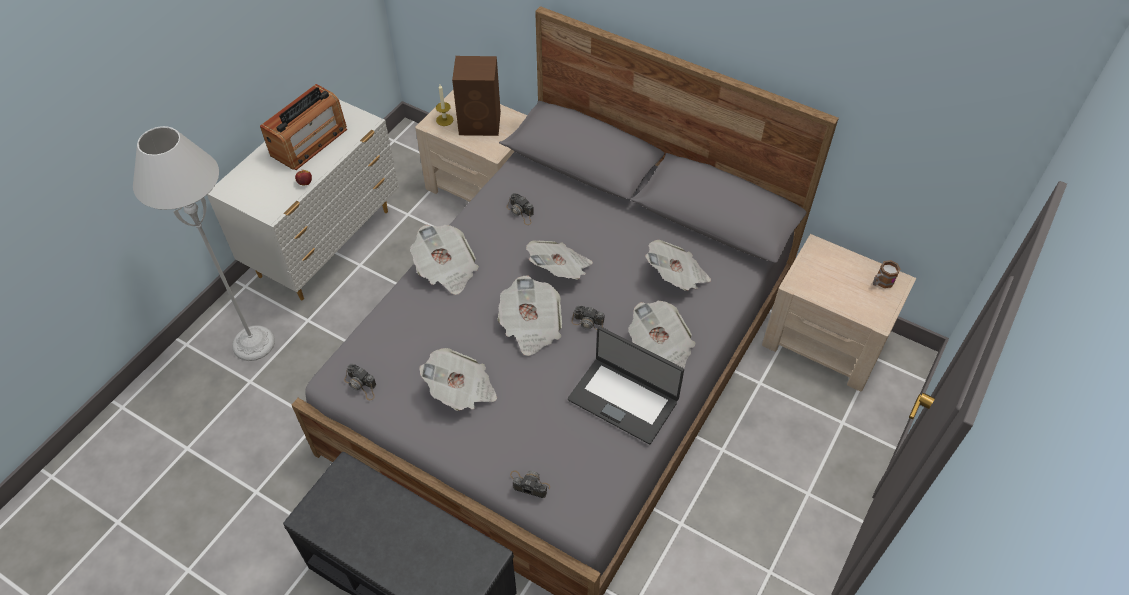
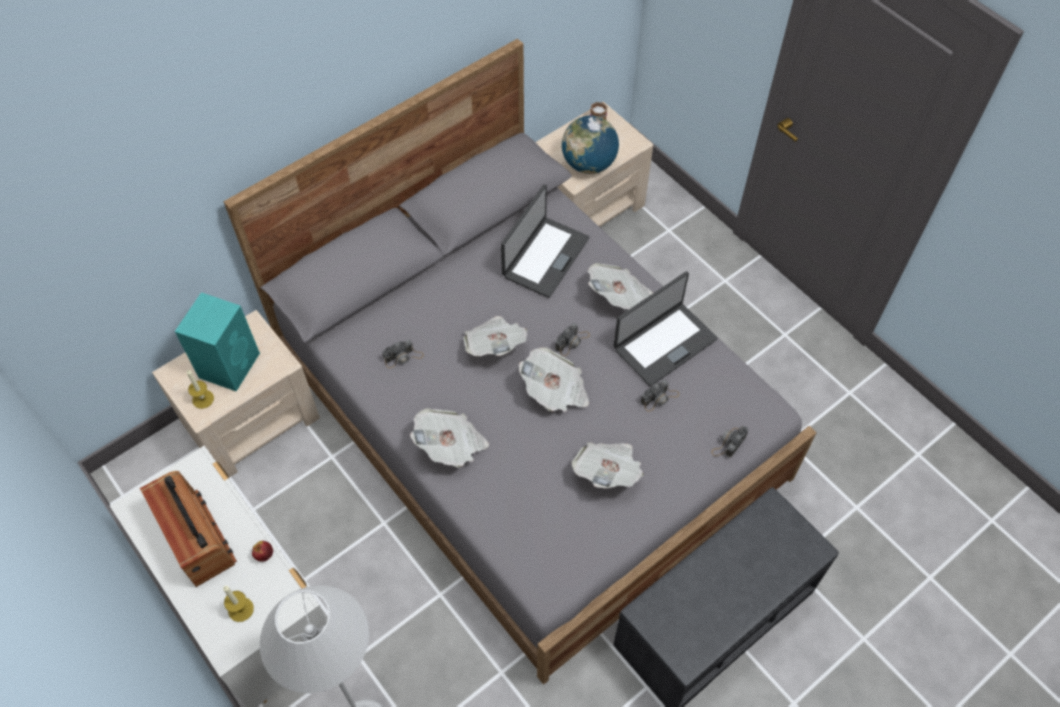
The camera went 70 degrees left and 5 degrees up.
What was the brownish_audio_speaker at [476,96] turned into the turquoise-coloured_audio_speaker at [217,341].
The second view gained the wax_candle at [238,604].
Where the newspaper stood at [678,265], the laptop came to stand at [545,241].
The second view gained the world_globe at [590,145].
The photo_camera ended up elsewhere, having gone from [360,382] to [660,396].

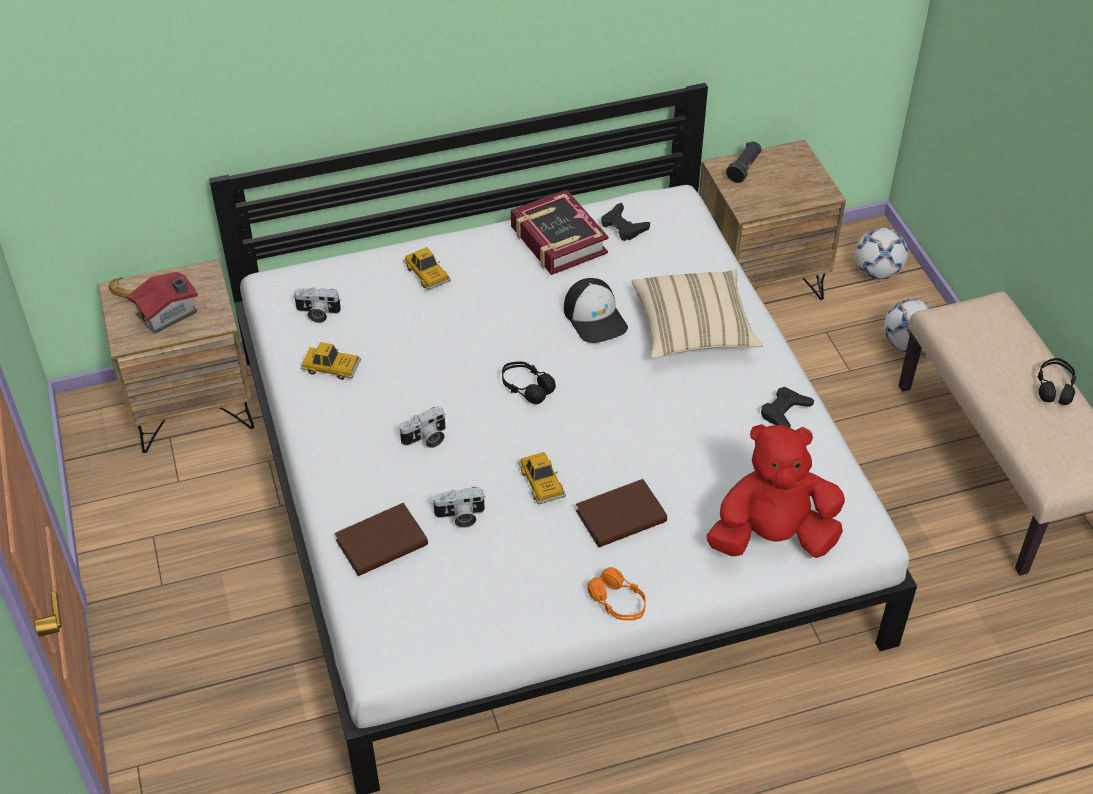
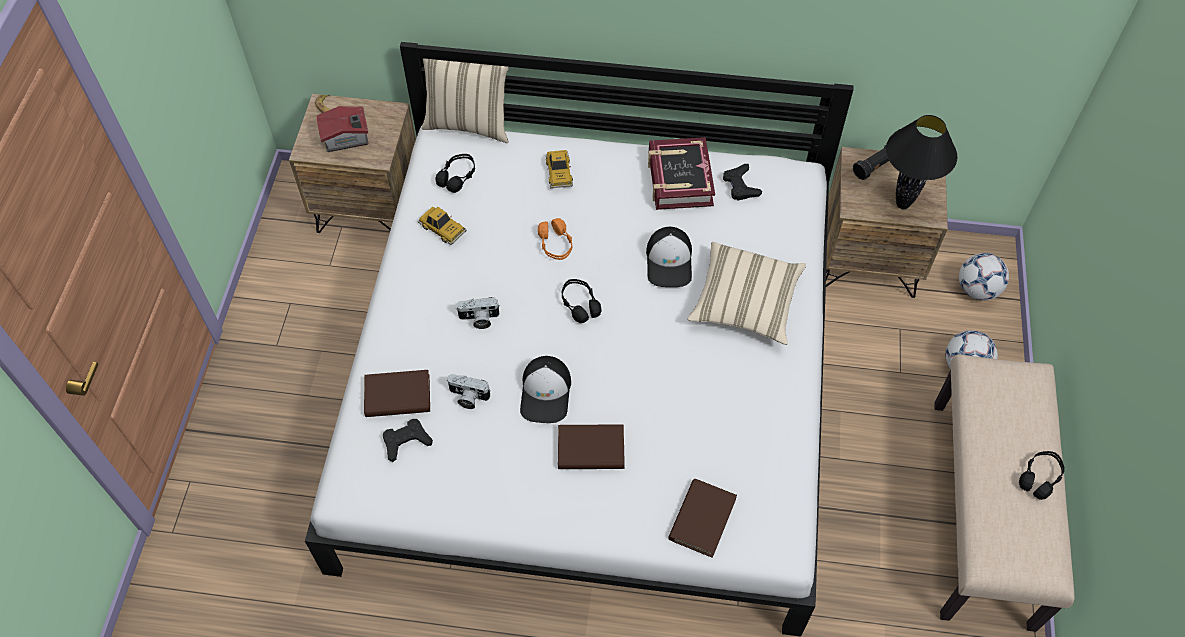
The camera went 25 degrees right and 10 degrees up.
The black_joypad ended up elsewhere, having gone from [787,407] to [408,440].
The second view gained the sand-coloured_cushion at [465,100].
Where the photo_camera stood at [317,305], the black_headset came to stand at [455,173].
Where the miniature_car stood at [542,478], the baseball_cap came to stand at [545,389].
The orangey_headset ended up elsewhere, having gone from [616,594] to [555,239].
Where the red-coloured_plush_toy stood at [775,491], the brownish_book came to stand at [702,518].
The second view gained the black_tabletop_lamp at [922,162].

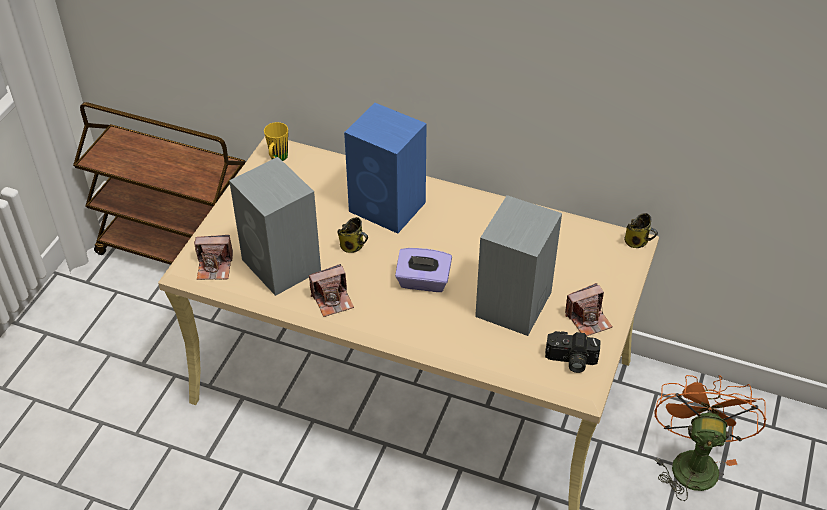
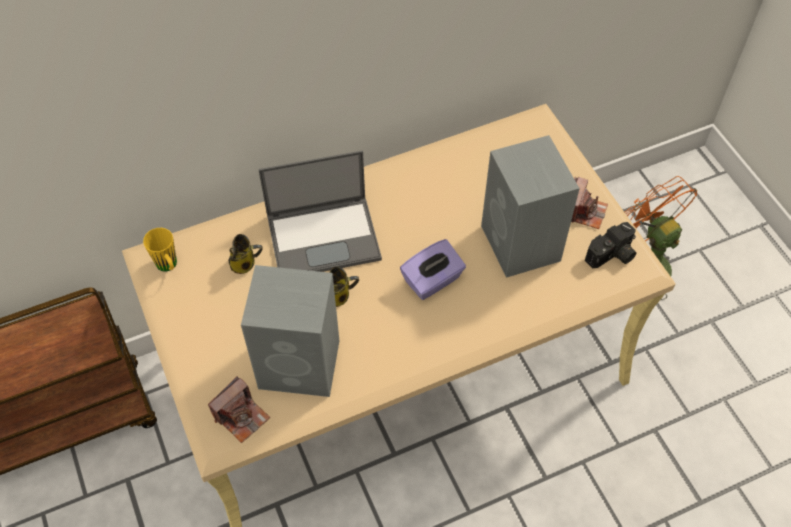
The camera went 45 degrees left and 10 degrees up.
The mug ended up elsewhere, having gone from [641,230] to [245,254].
Where the blue-coloured_audio_speaker stood at [385,168], the laptop came to stand at [320,211].
The second view lost the photo_camera at [331,290].

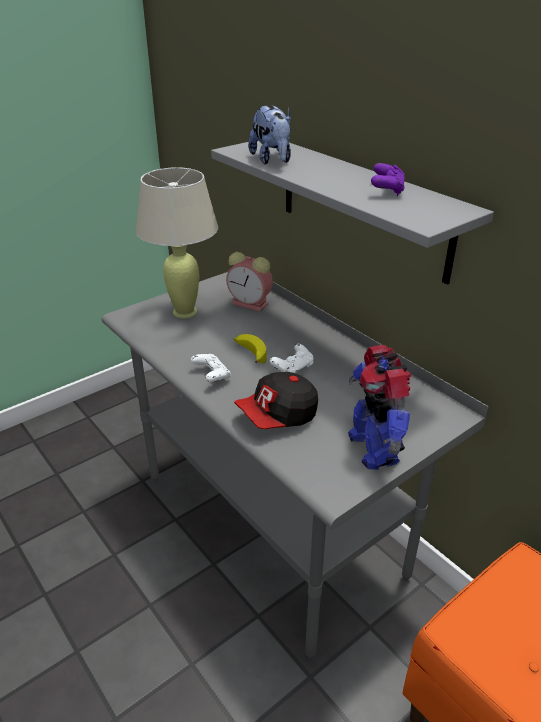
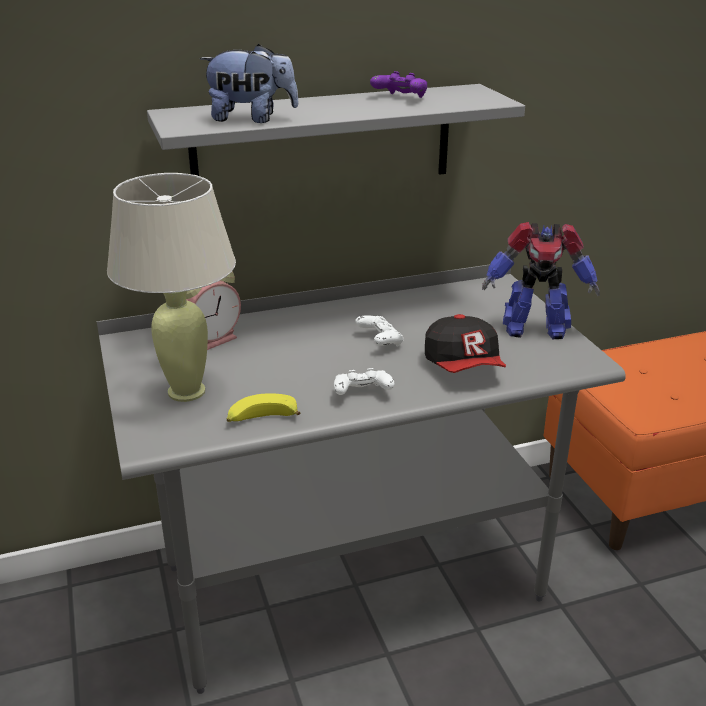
The camera went 70 degrees left and 5 degrees down.
The banana ended up elsewhere, having gone from [250,348] to [263,407].

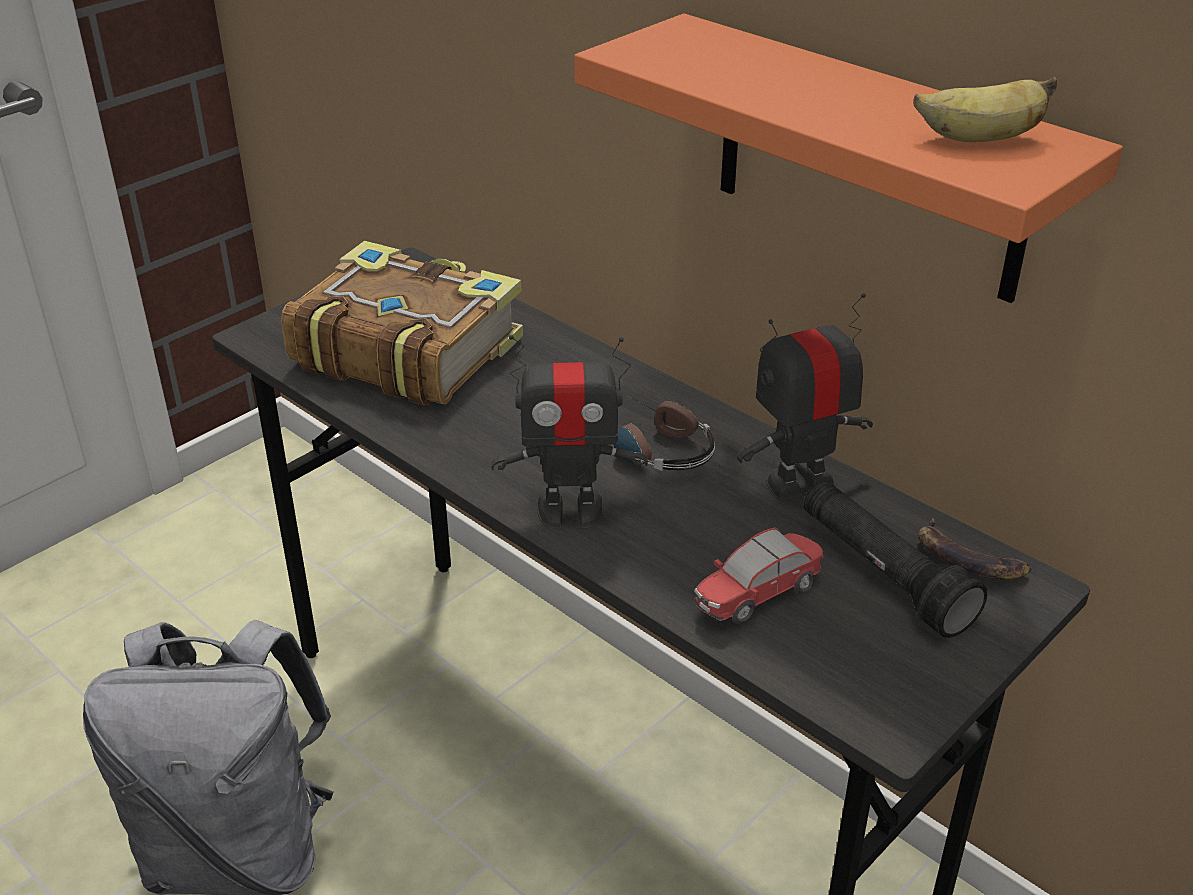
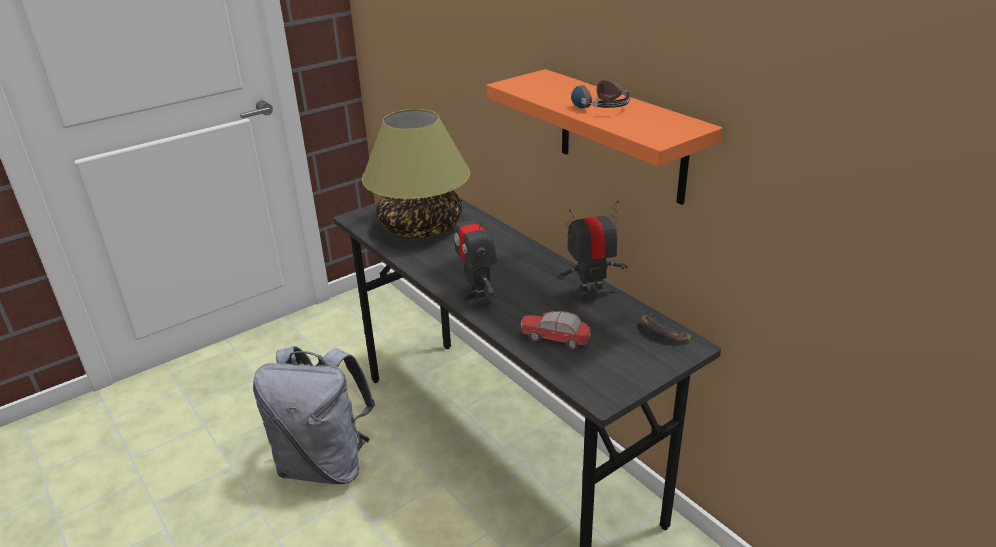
The camera went 10 degrees right and 5 degrees down.
Where the book stood at [402,323], the tabletop_lamp came to stand at [416,173].
The robot_figure at [569,432] ended up facing another way, 60 degrees clockwise from before.
The miniature_car at [759,575] ended up facing another way, 45 degrees clockwise from before.
The headset ended up elsewhere, having gone from [664,433] to [600,93].
The second view lost the black_torch at [896,559].
The second view lost the banana at [985,109].

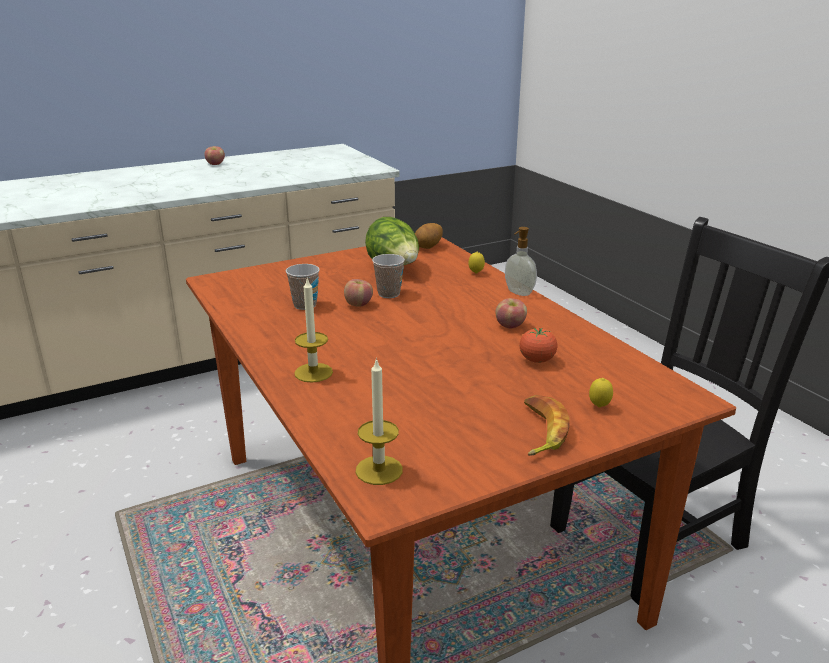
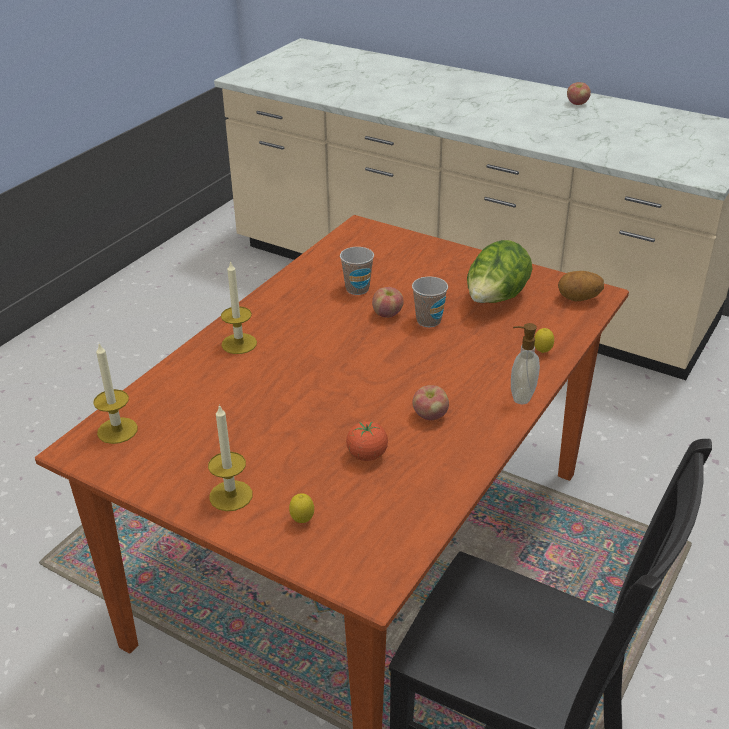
The camera went 60 degrees right and 10 degrees up.
Where the banana stood at [547,425], the wax_candle came to stand at [230,457].

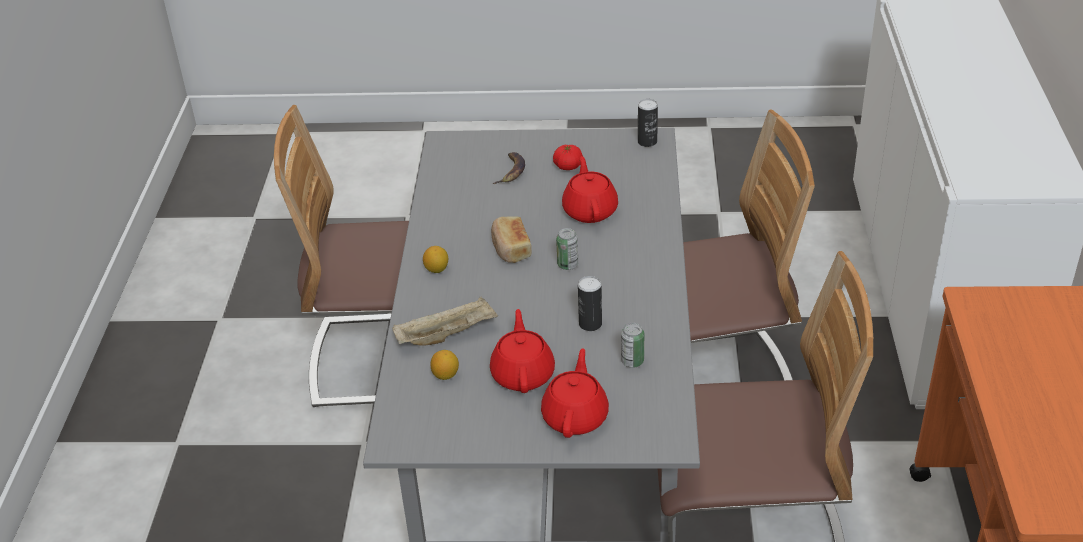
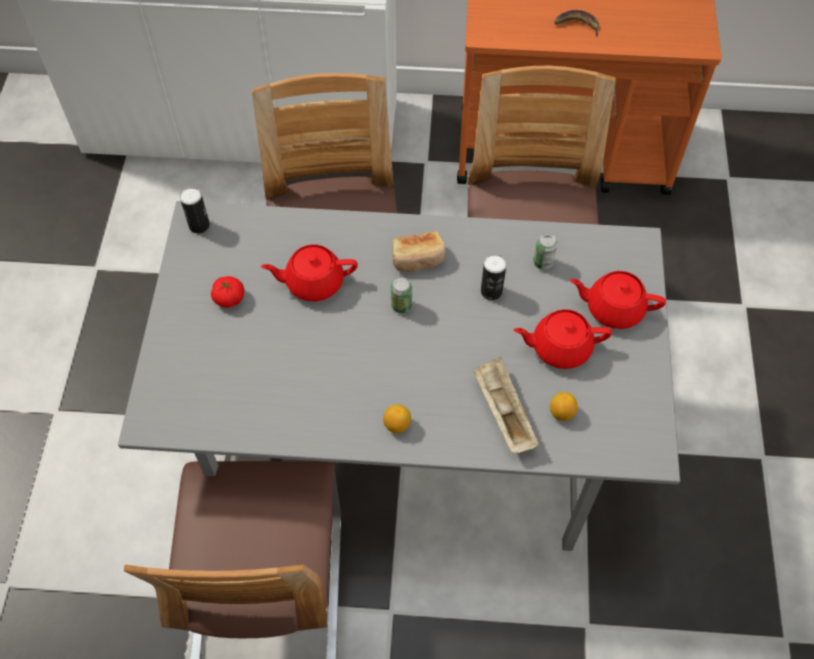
The camera went 90 degrees left and 20 degrees up.
The bread ended up elsewhere, having gone from [511,239] to [419,251].
The banana ended up elsewhere, having gone from [508,168] to [576,23].

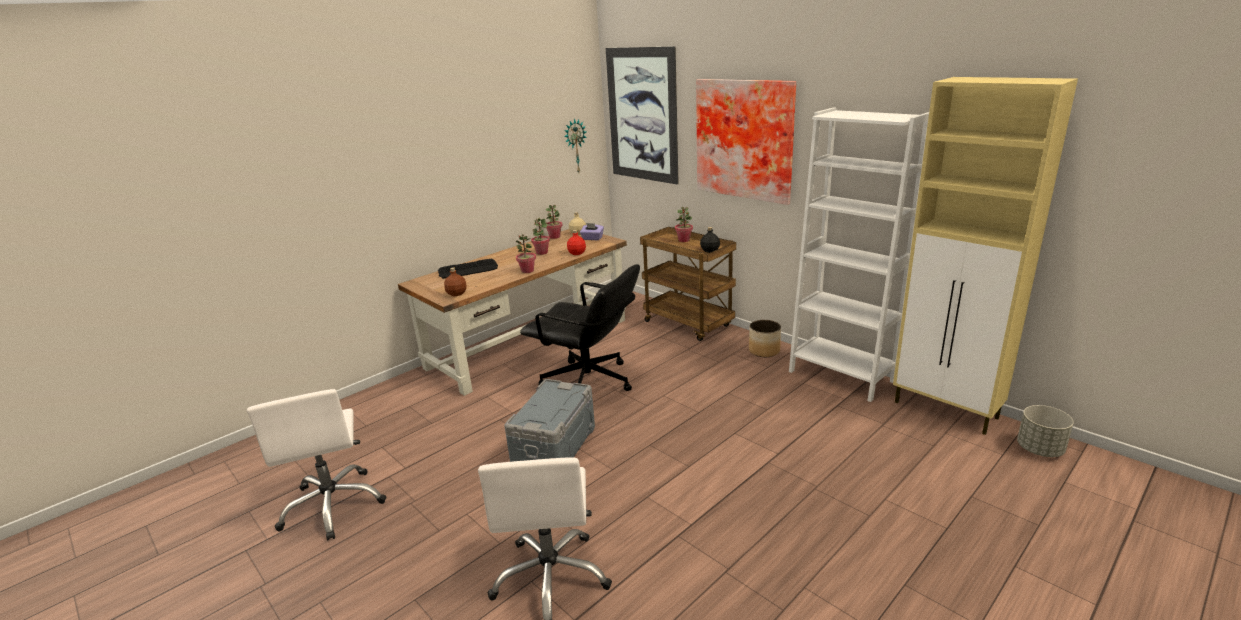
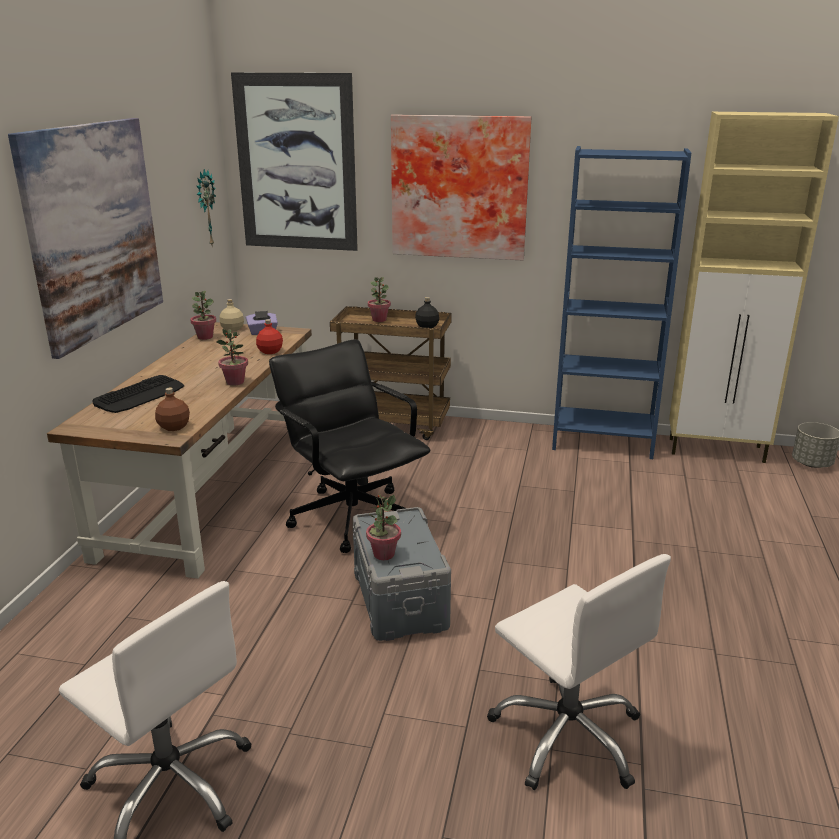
The camera went 35 degrees left and 0 degrees up.
The second view gained the wall_art at [85,238].
The black_desk_chair at [580,327] ended up facing another way, 120 degrees counterclockwise from before.
The potted_plant ended up elsewhere, having gone from [540,236] to [383,527].
What was the white_shelving_unit at [859,255] turned into the blue-coloured_shelving_unit at [621,302].
The second view lost the plant_pot at [765,338].

